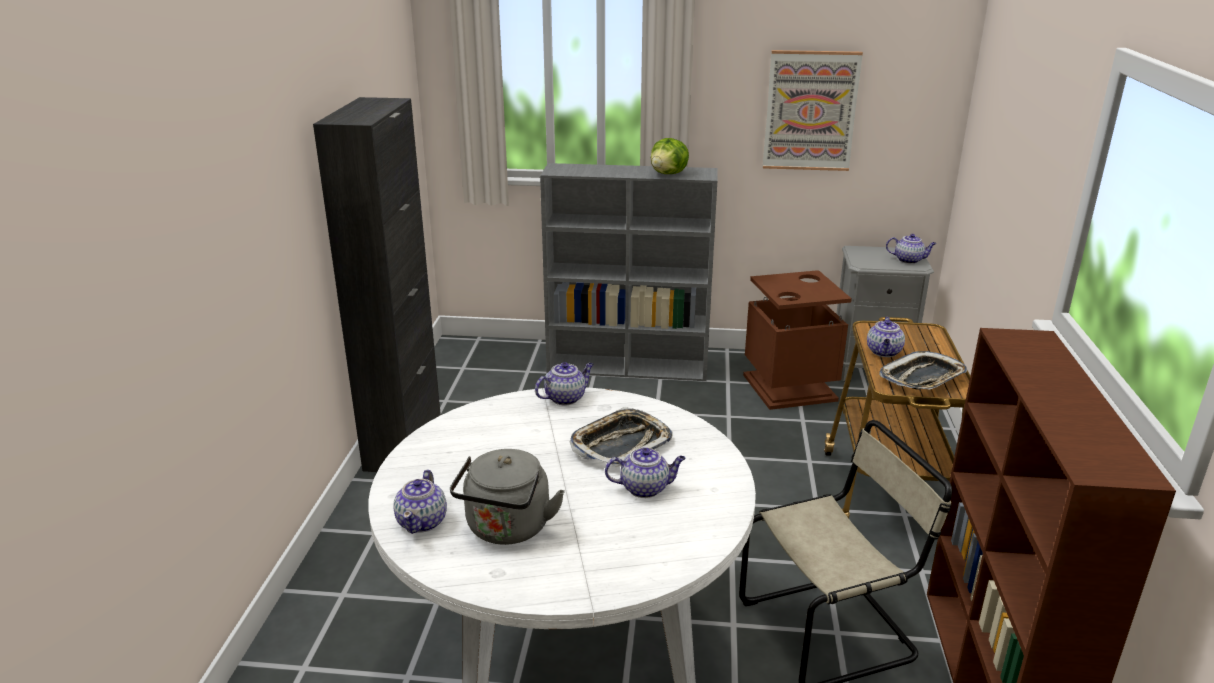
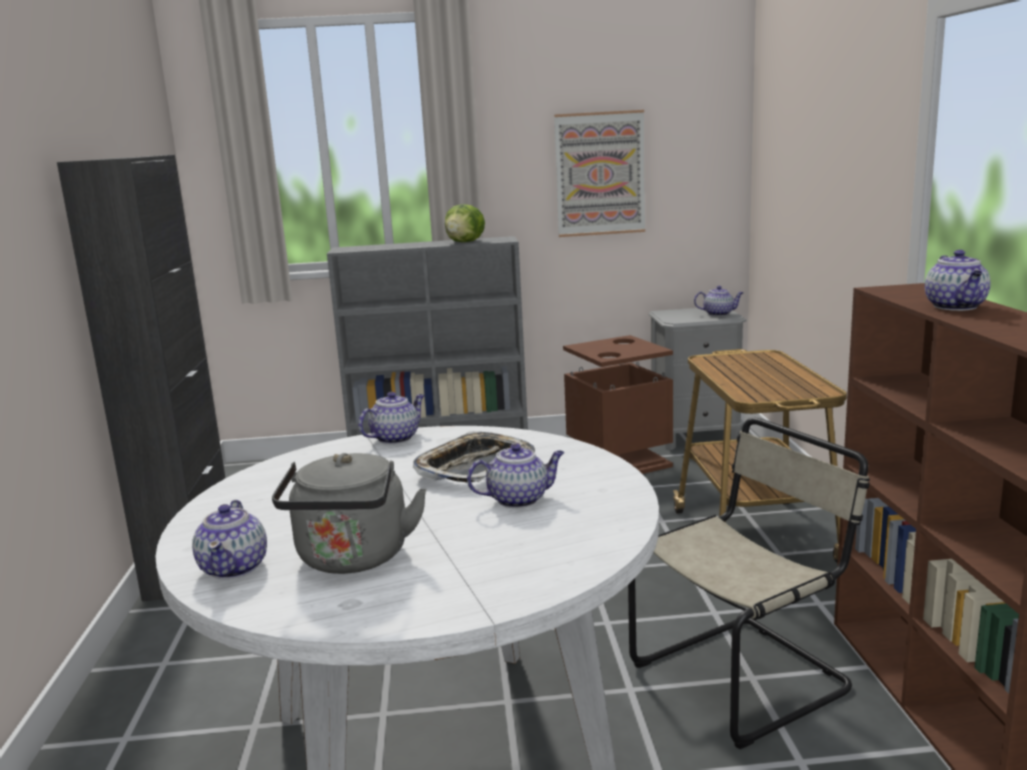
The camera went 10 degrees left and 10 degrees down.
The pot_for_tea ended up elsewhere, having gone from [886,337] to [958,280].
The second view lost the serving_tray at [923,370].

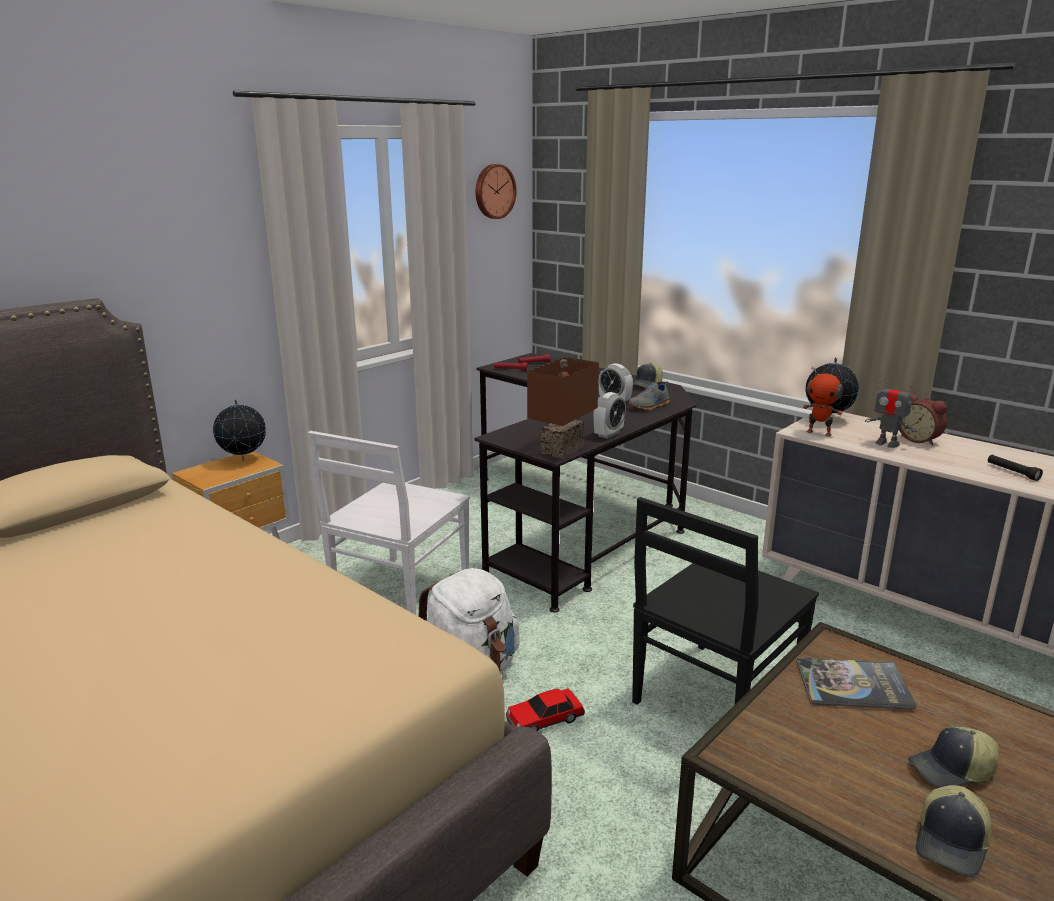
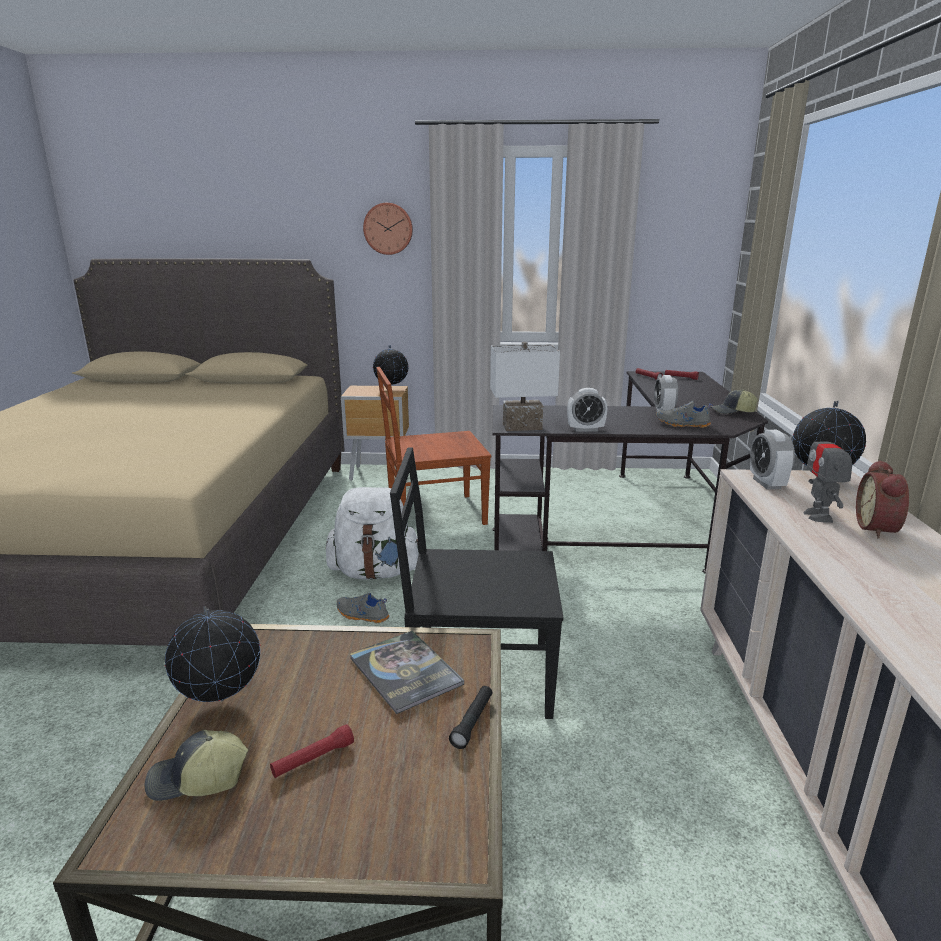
The camera went 50 degrees right and 0 degrees up.
The second view gained the world_globe at [212,654].
Where the baseball_cap stood at [953,757], the red-coloured_torch came to stand at [312,751].
Where the miniature_car stood at [545,710], the grey_shoe came to stand at [363,608].
The hanging_clock ended up elsewhere, having gone from [496,191] to [388,229].
What was the white_chair at [389,523] turned into the brownish_chair at [433,446].
The black_torch ended up elsewhere, having gone from [1015,468] to [470,717].
What was the brownish_tabletop_lamp at [563,408] turned into the white_tabletop_lamp at [525,386].
Where the robot_figure stood at [823,401], the table_clock came to stand at [772,460].

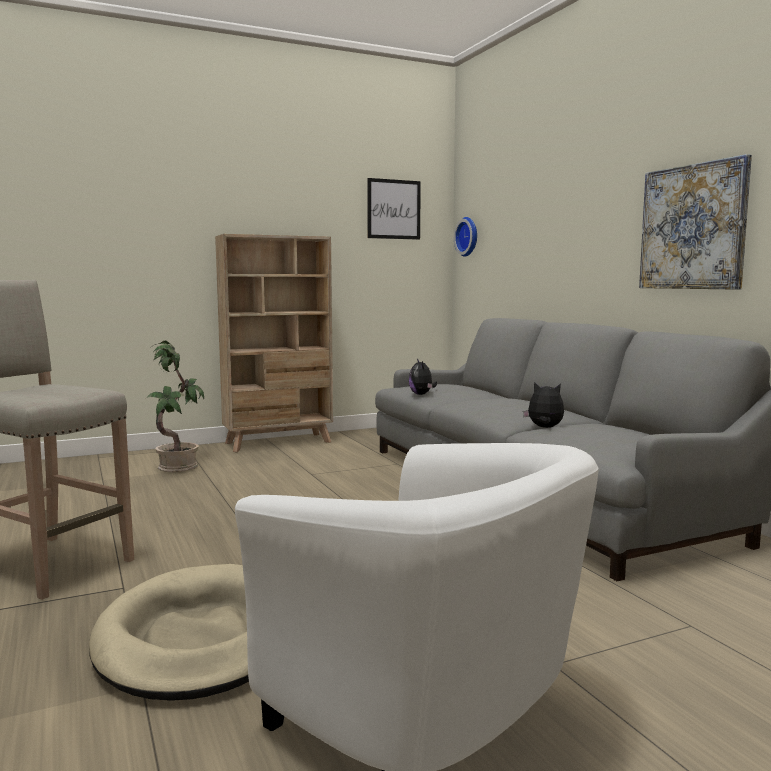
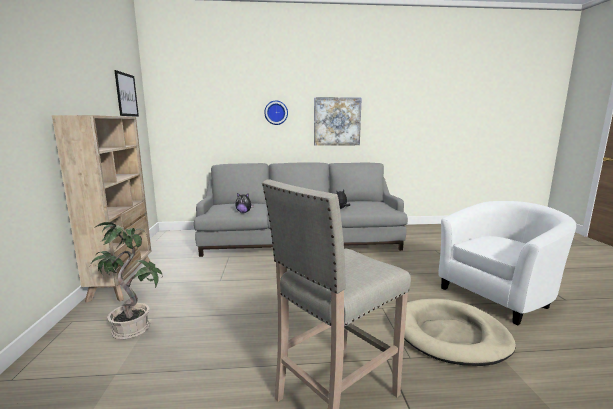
The camera went 70 degrees left and 5 degrees up.
The hanging_clock ended up elsewhere, having gone from [465,237] to [276,113].

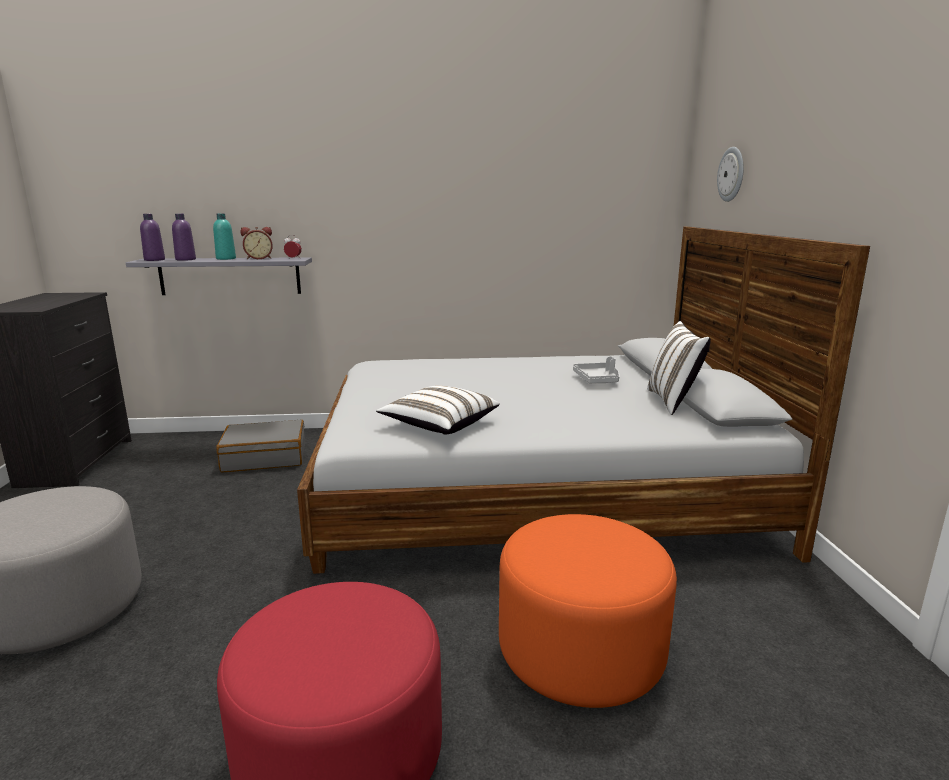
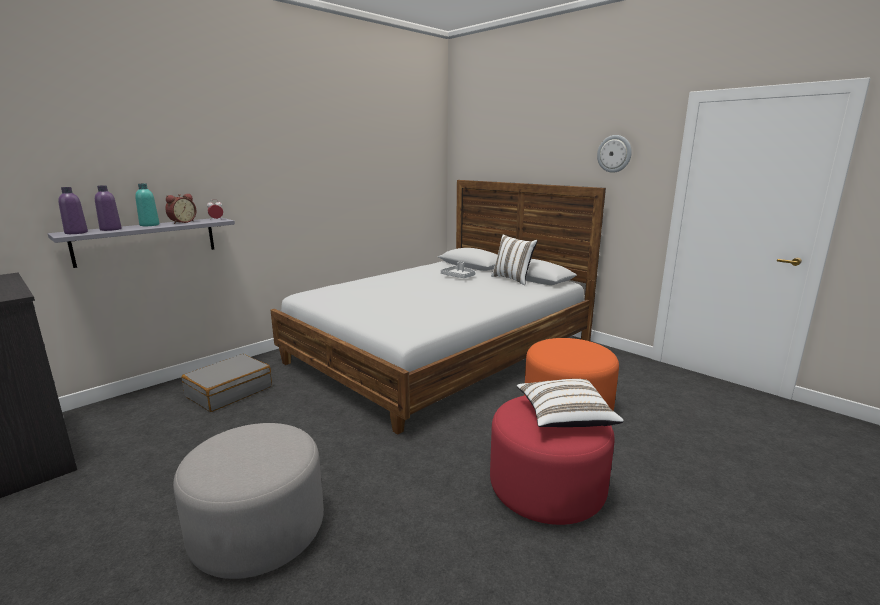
The camera went 40 degrees left and 0 degrees up.
The white_cushion ended up elsewhere, having gone from [438,410] to [570,403].
The hanging_clock ended up elsewhere, having gone from [730,174] to [614,154].

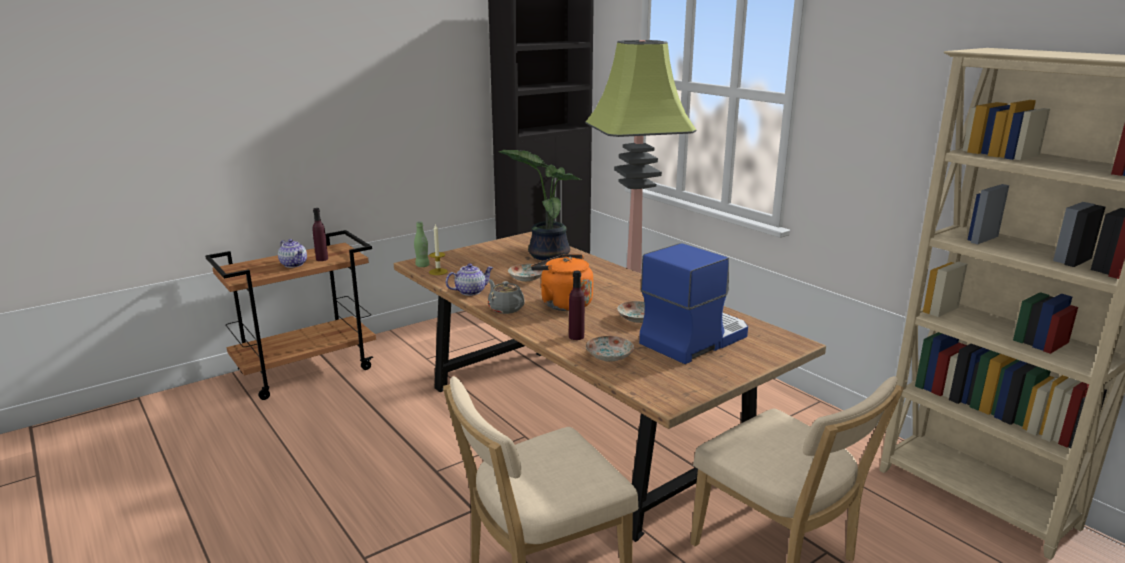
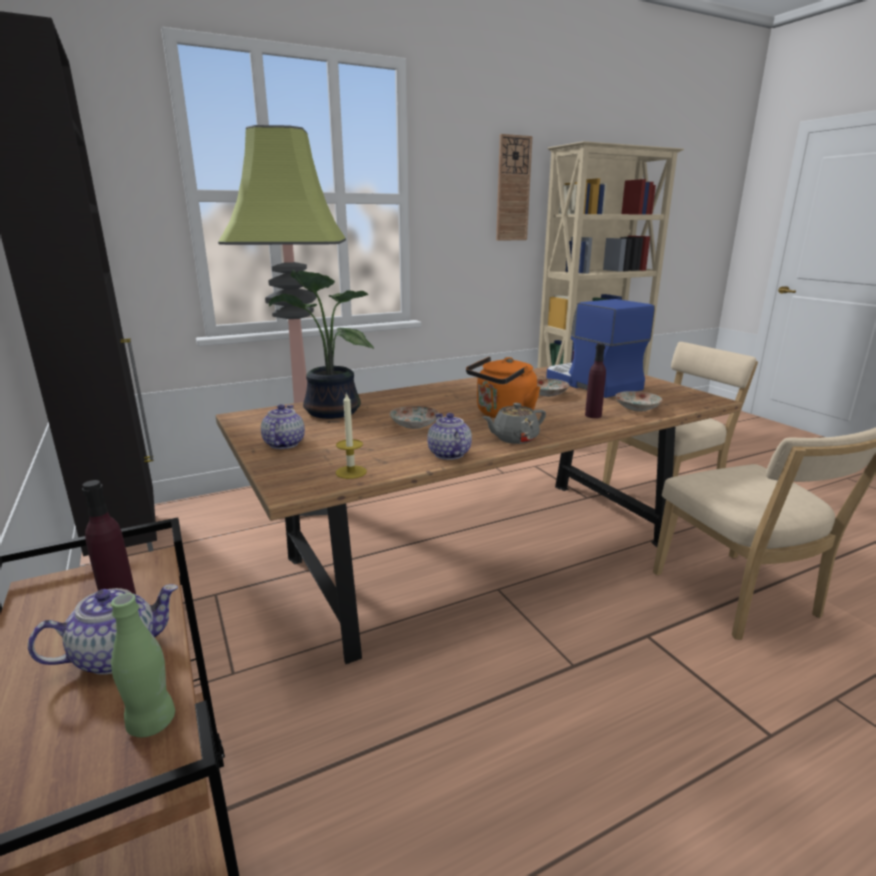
The camera went 80 degrees left and 0 degrees up.
The greenish_beverage_bottle ended up elsewhere, having gone from [422,244] to [143,665].
The second view gained the pot_for_tea at [283,426].
The second view gained the hanging_clock at [514,187].

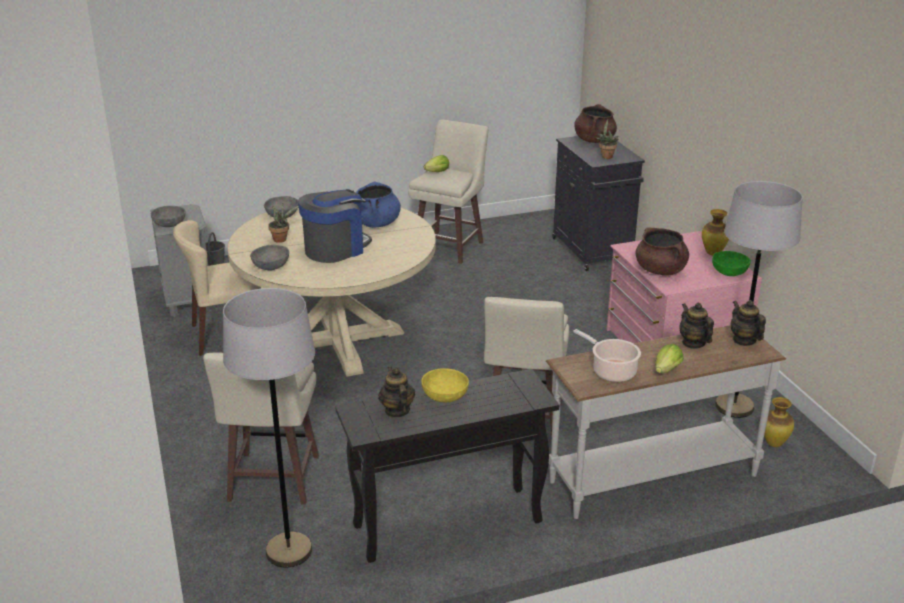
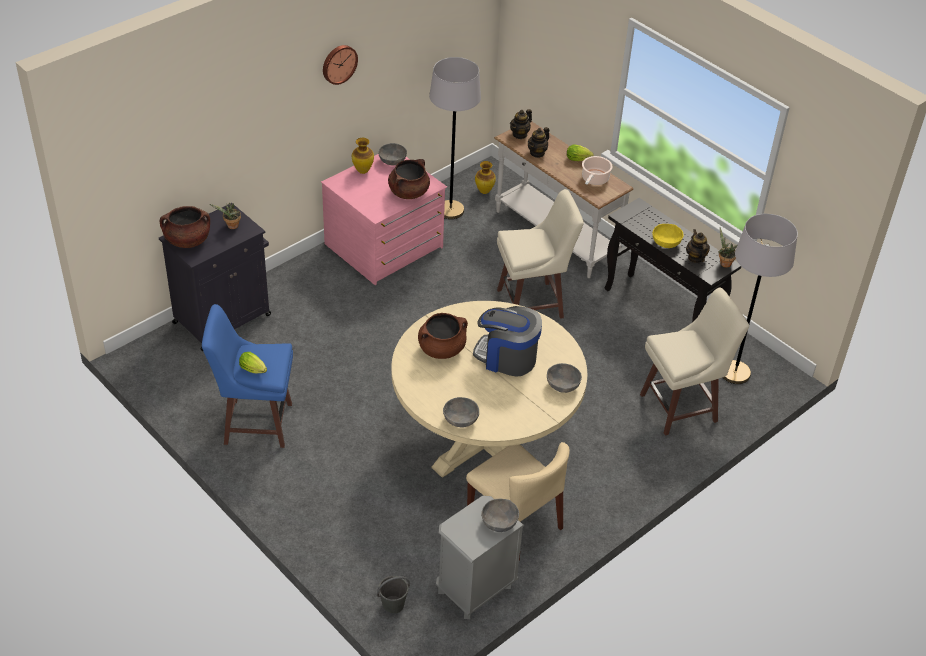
The camera went 115 degrees left and 15 degrees up.
What was the sand-coloured_stool_seat at [448,192] turned into the blue-coloured_stool_seat at [247,376].
The second view gained the hanging_clock at [340,65].
What was the greenish_bowl at [731,263] turned into the grey_bowl at [392,154].
What was the blue-coloured_saucepot at [378,204] turned into the brownish_saucepot at [443,336].
The pot_for_tea at [396,392] ended up facing another way, 120 degrees clockwise from before.
The potted_plant ended up elsewhere, having gone from [283,223] to [727,247].

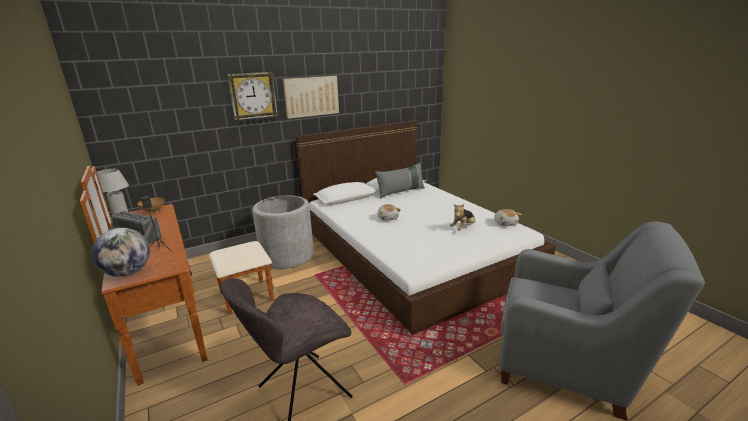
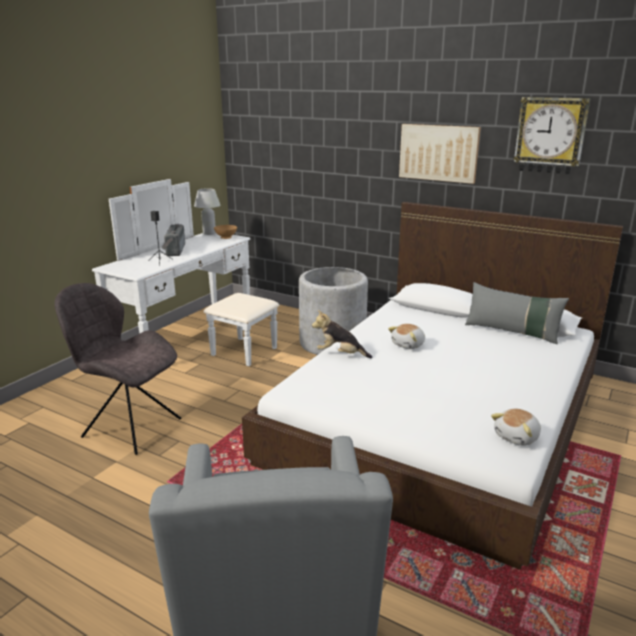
The camera went 60 degrees right and 0 degrees up.
What was the brownish_dresser at [177,276] turned into the white_dresser at [185,272].
The plush_toy ended up elsewhere, having gone from [463,217] to [342,334].
The hanging_clock ended up elsewhere, having gone from [252,99] to [552,136].
The second view lost the world_globe at [121,252].

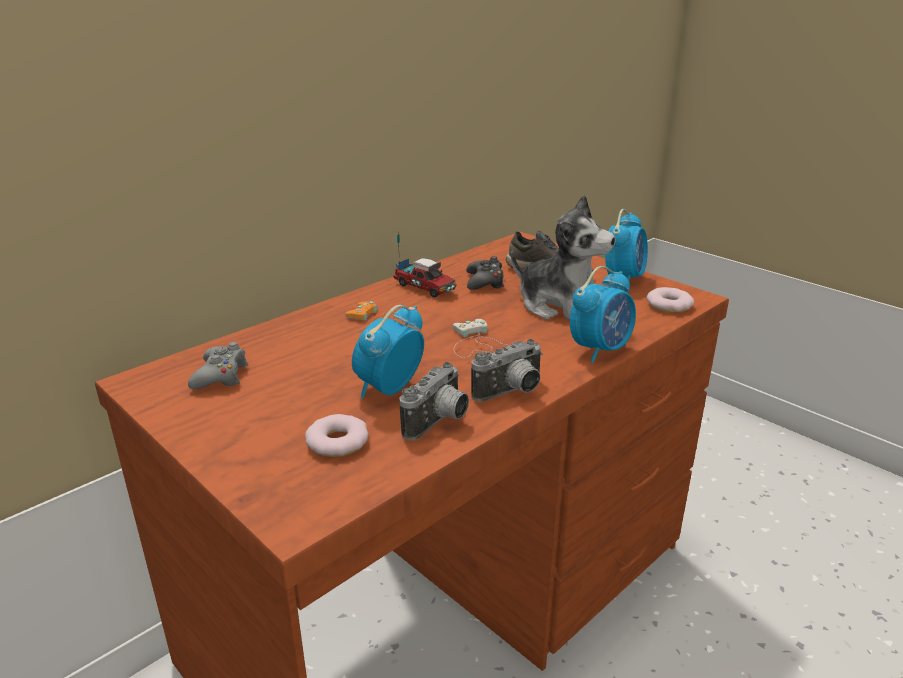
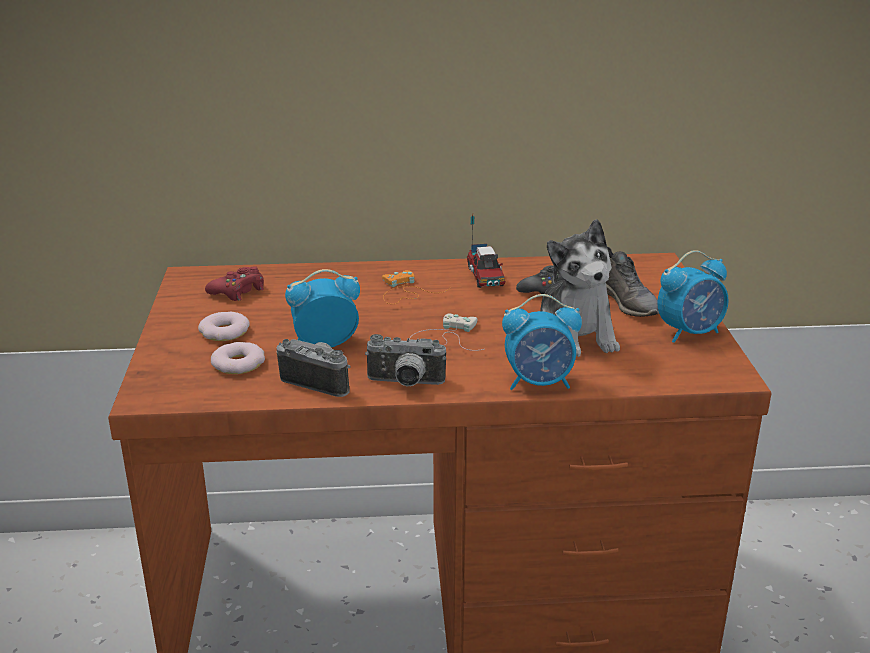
The camera went 40 degrees right and 0 degrees up.
The doughnut ended up elsewhere, having gone from [670,300] to [224,326].
What was the grey_joypad at [218,365] turned into the red-coloured_joypad at [234,283].
The photo_camera at [434,401] ended up facing another way, 135 degrees counterclockwise from before.

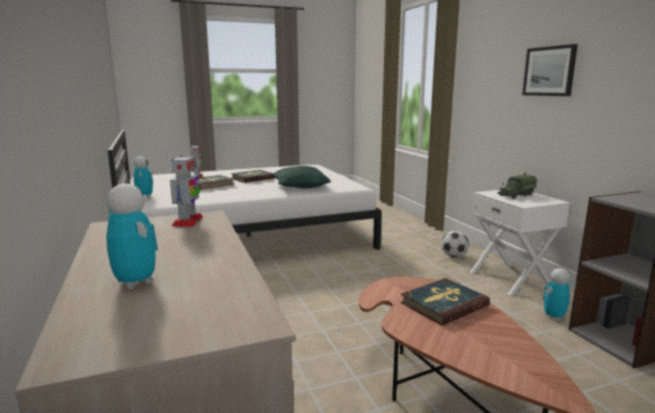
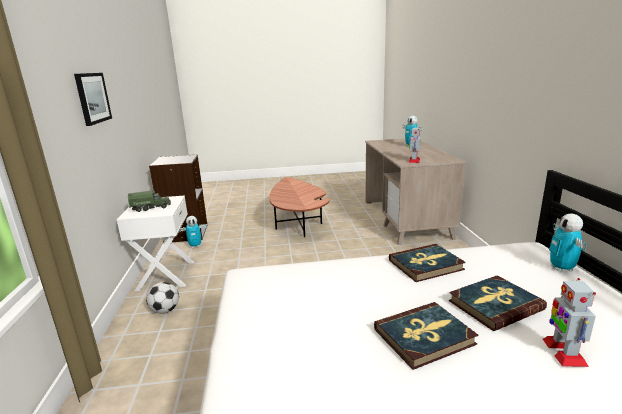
The camera went 165 degrees left and 5 degrees up.
The book ended up elsewhere, having gone from [445,301] to [427,263].
The second view lost the greenish_cushion at [301,177].

